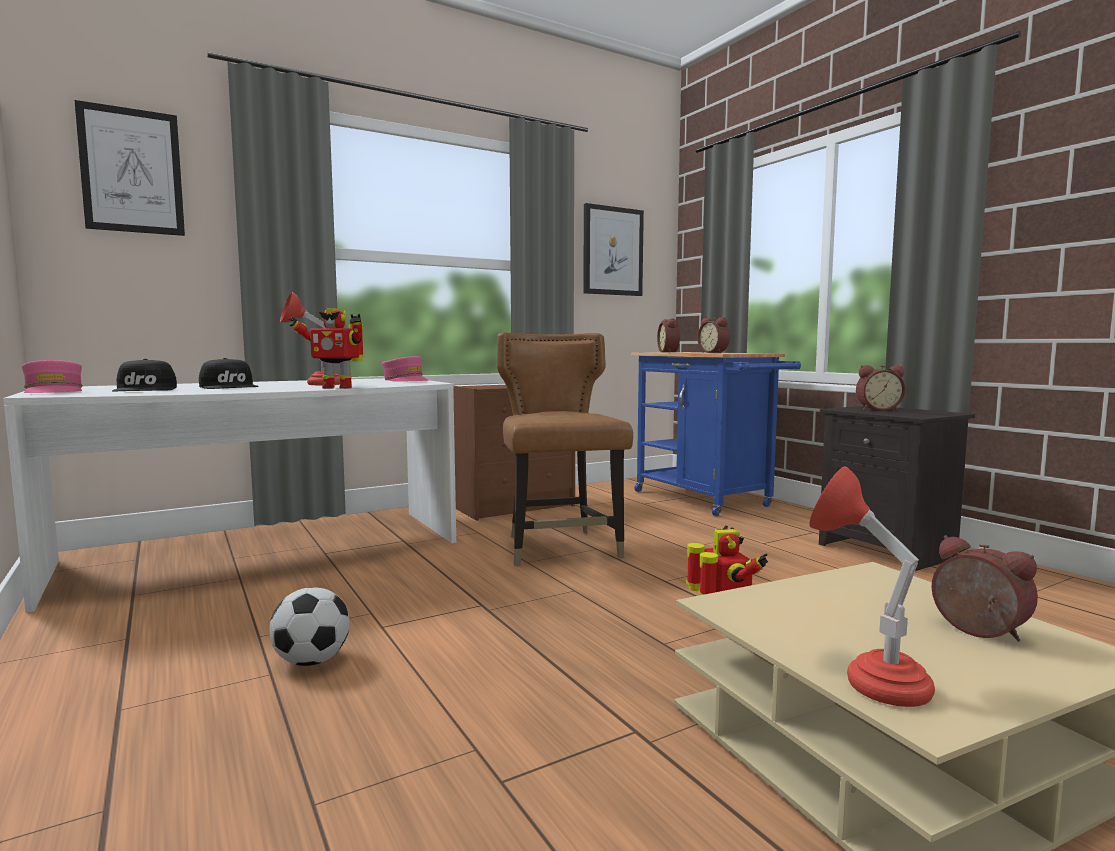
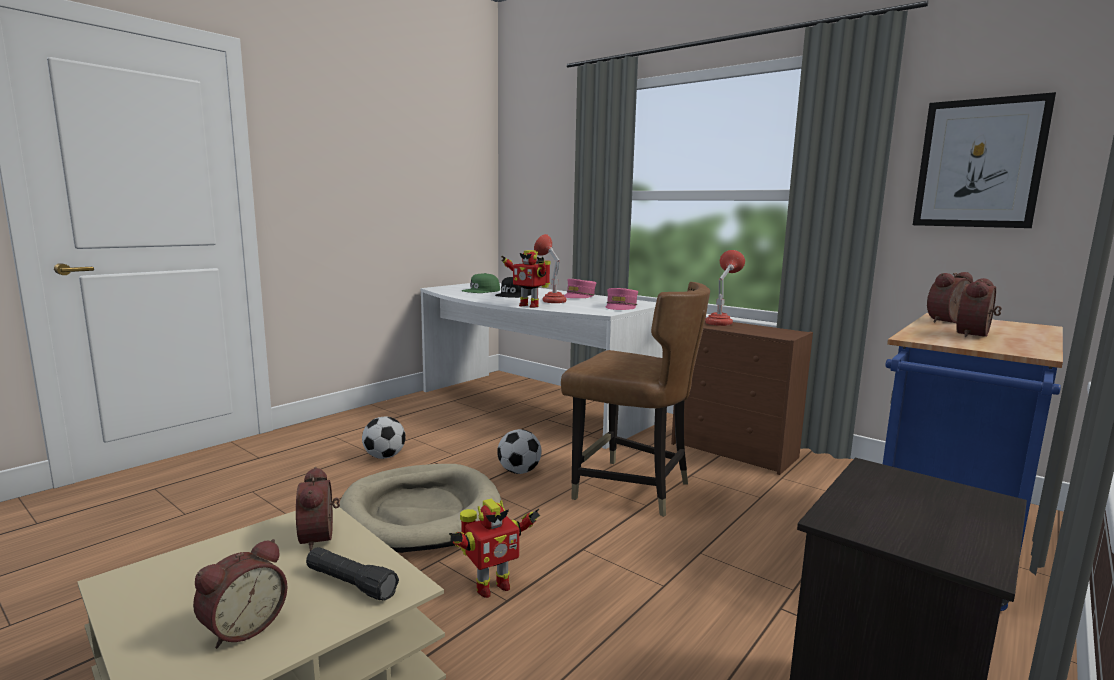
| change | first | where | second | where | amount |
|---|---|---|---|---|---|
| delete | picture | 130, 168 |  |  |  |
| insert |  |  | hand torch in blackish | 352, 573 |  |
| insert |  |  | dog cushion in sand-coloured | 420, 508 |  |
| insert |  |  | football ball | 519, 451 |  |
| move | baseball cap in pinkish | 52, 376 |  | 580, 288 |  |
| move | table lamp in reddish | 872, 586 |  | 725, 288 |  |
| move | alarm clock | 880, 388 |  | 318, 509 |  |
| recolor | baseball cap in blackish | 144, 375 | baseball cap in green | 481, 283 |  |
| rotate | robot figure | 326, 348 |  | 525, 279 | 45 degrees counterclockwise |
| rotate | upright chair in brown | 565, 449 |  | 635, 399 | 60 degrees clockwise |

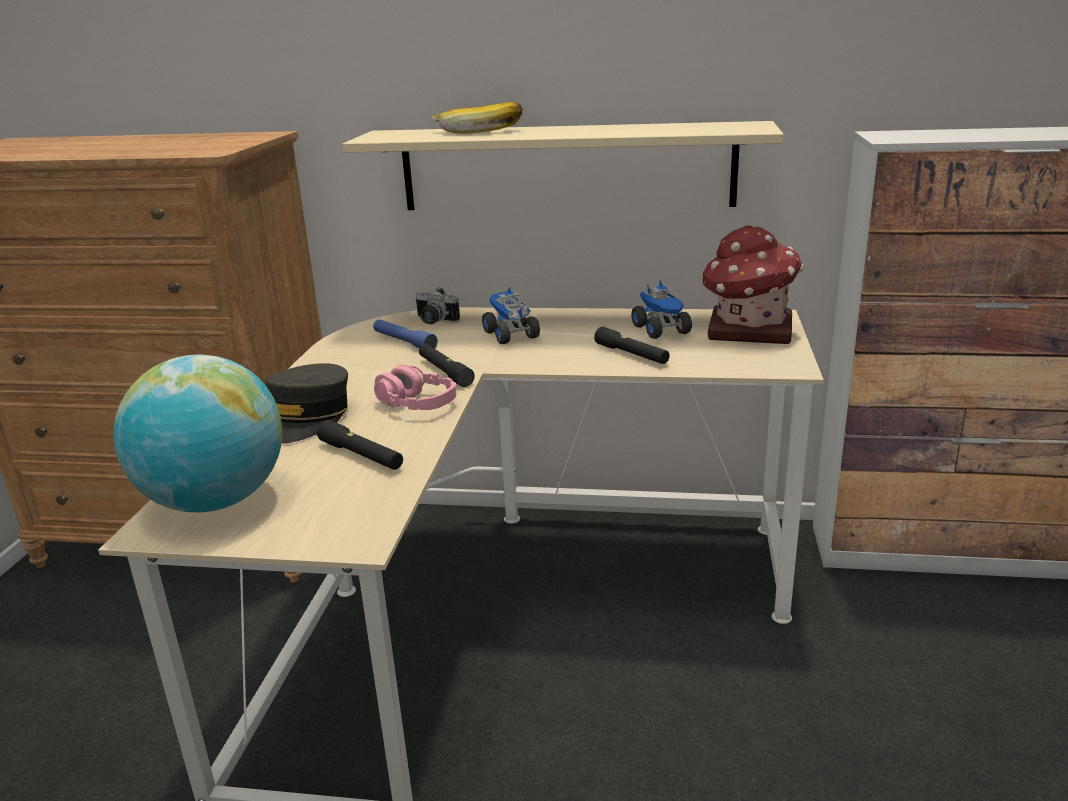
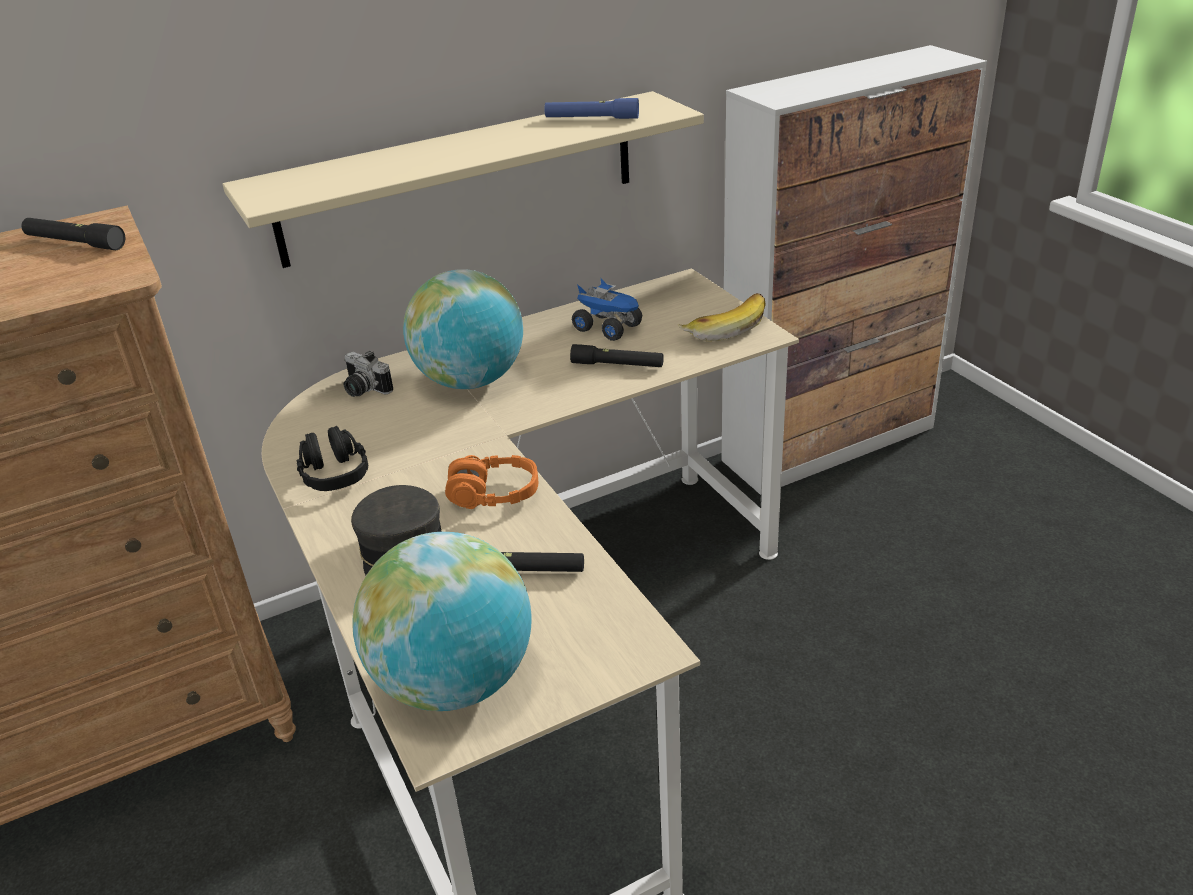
| change | first | where | second | where | amount |
|---|---|---|---|---|---|
| delete | miniature house | 751, 284 |  |  |  |
| insert |  |  | headset in blackish | 332, 458 |  |
| move | hand torch in bluish | 405, 334 |  | 591, 108 |  |
| move | hand torch in blackish | 446, 365 |  | 73, 234 |  |
| move | banana fruit | 477, 118 |  | 721, 317 |  |
| replace | model truck | 511, 315 | globe | 463, 329 |  |
| recolor | headset in pinkish | 415, 387 | headset in orange | 492, 482 |  |
| rotate | photo camera | 437, 305 |  | 368, 374 | 45 degrees clockwise |

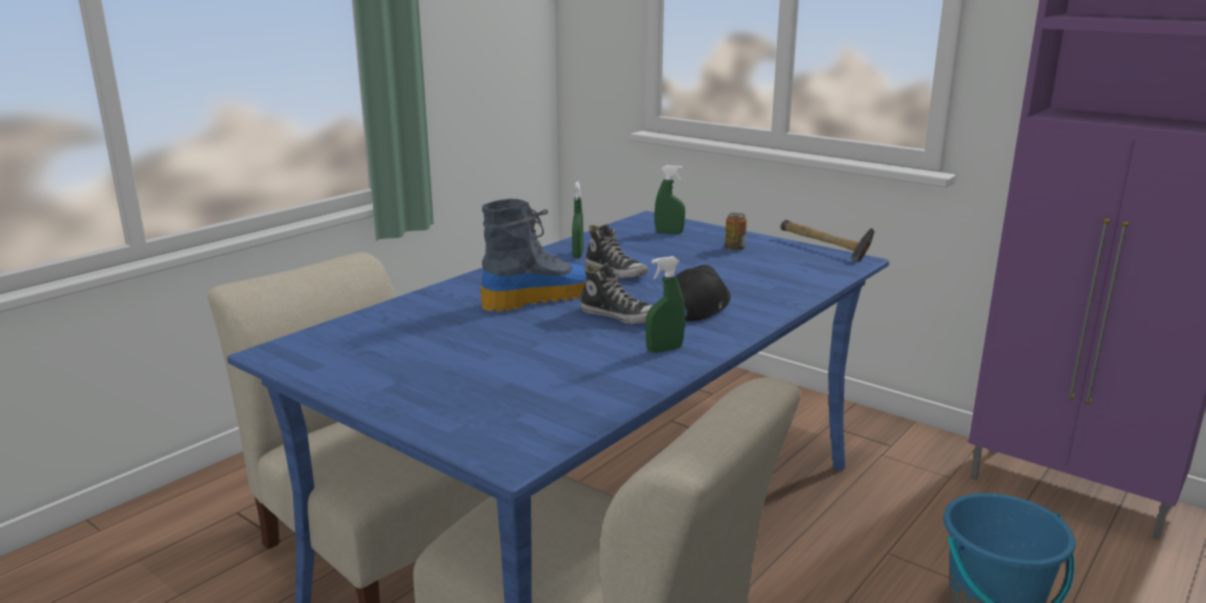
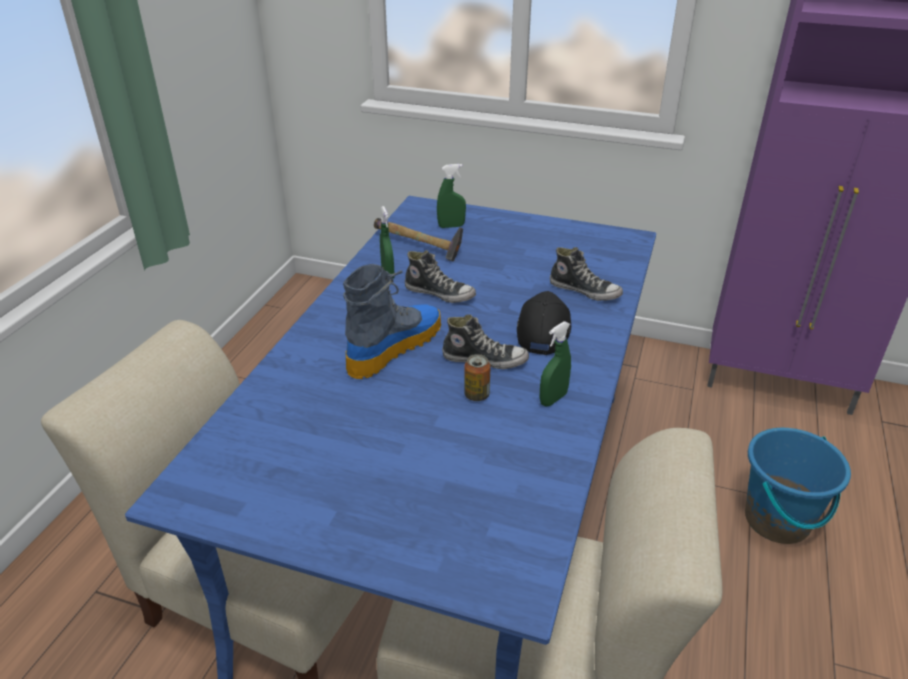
| change | first | where | second | where | amount |
|---|---|---|---|---|---|
| insert |  |  | low shoe | 586, 274 |  |
| move | metal can | 736, 232 |  | 477, 377 |  |
| move | hand hammer | 827, 241 |  | 418, 239 |  |

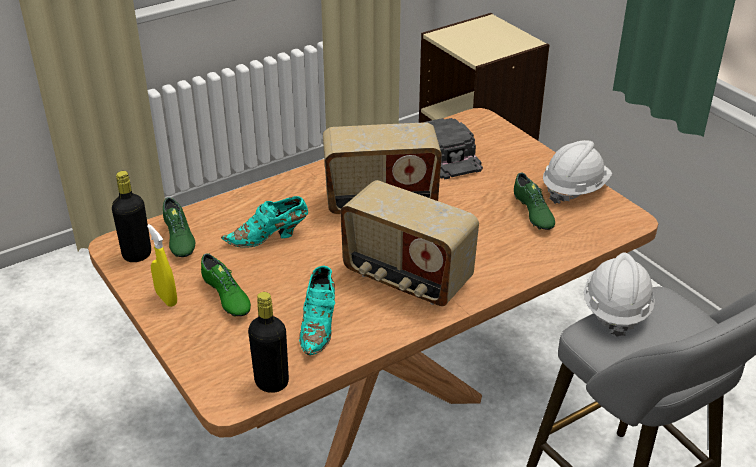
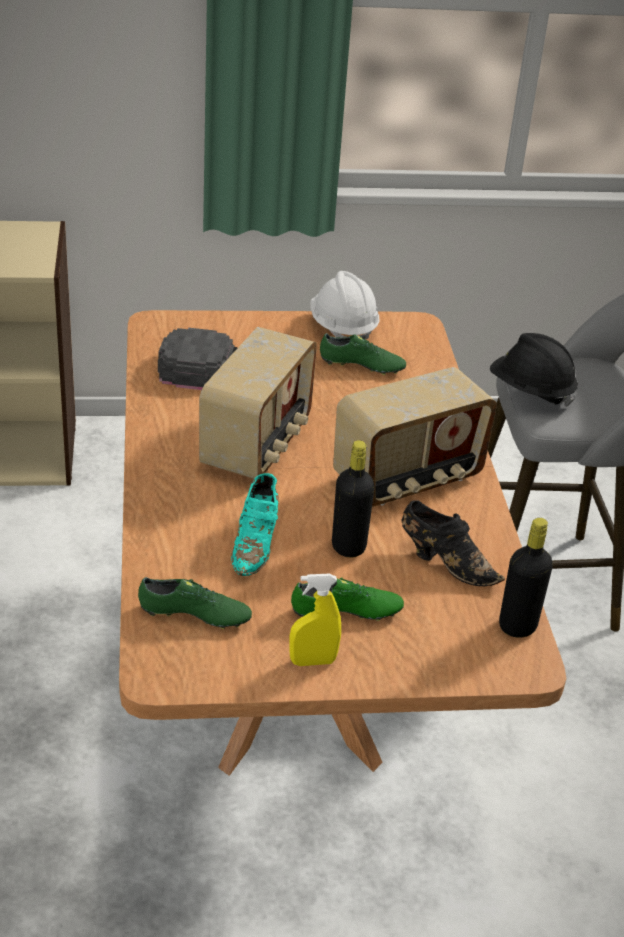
| change | first | where | second | where | amount |
|---|---|---|---|---|---|
| move | bottle in blackish | 131, 216 |  | 353, 498 |  |
| recolor | low shoe in blue-green | 317, 310 | low shoe in blackish | 453, 543 |  |
| recolor | work helmet in white-coloured | 619, 294 | work helmet in blackish | 534, 370 |  |

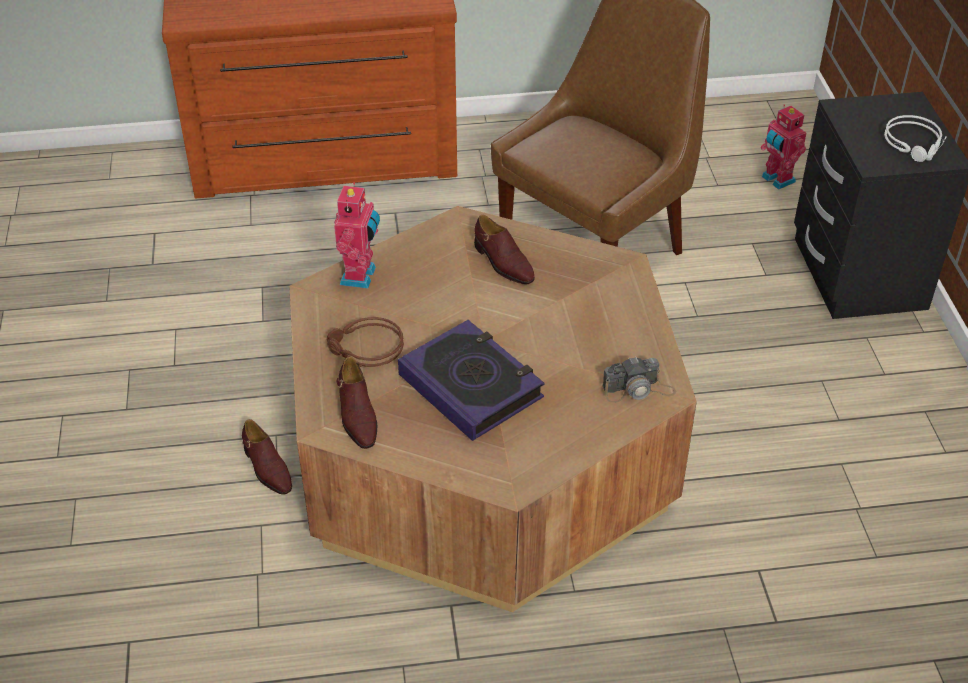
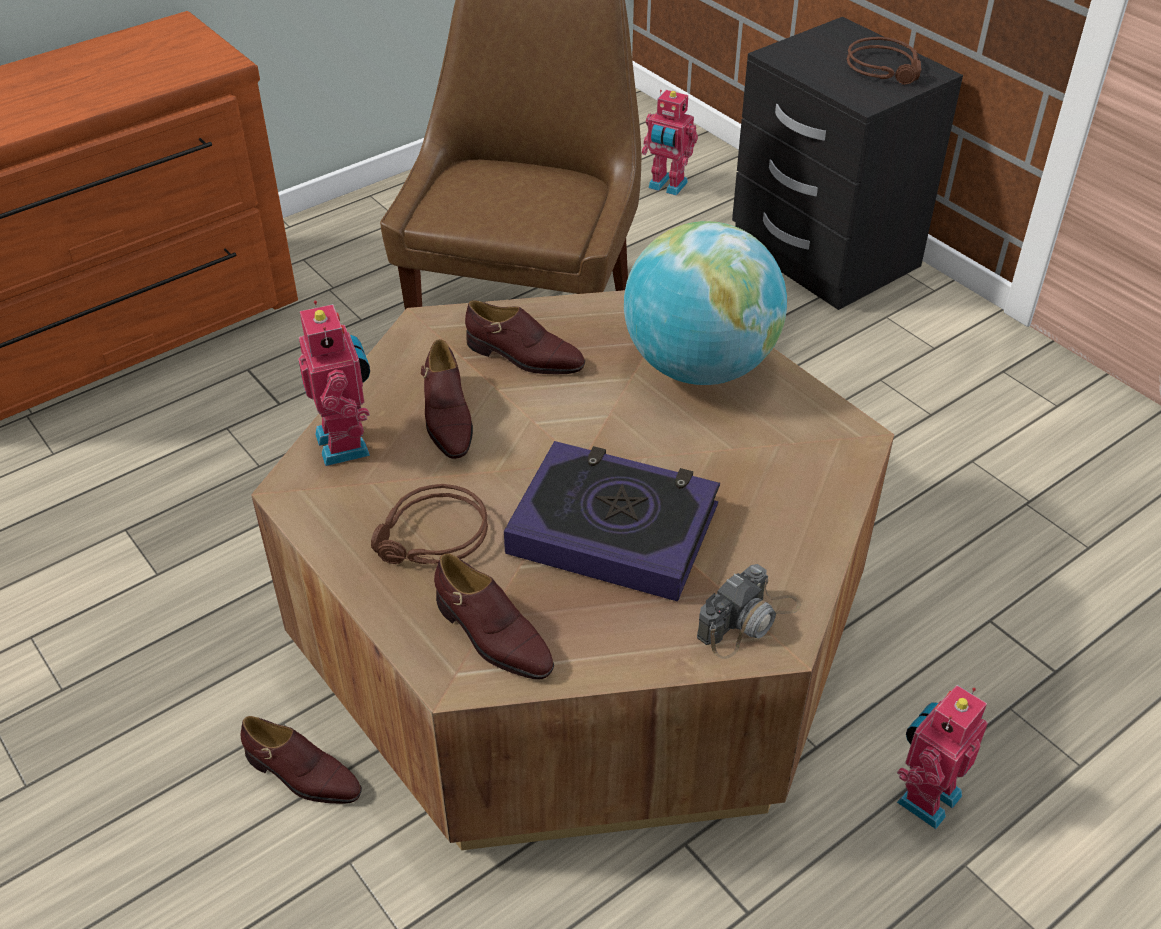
| change | first | where | second | where | amount |
|---|---|---|---|---|---|
| insert |  |  | low shoe in brown | 447, 399 |  |
| insert |  |  | globe | 705, 303 |  |
| insert |  |  | robot figure | 942, 757 |  |
| move | photo camera | 639, 379 |  | 749, 611 |  |
| recolor | headset in white-coloured | 915, 138 | headset in brown | 884, 61 |  |

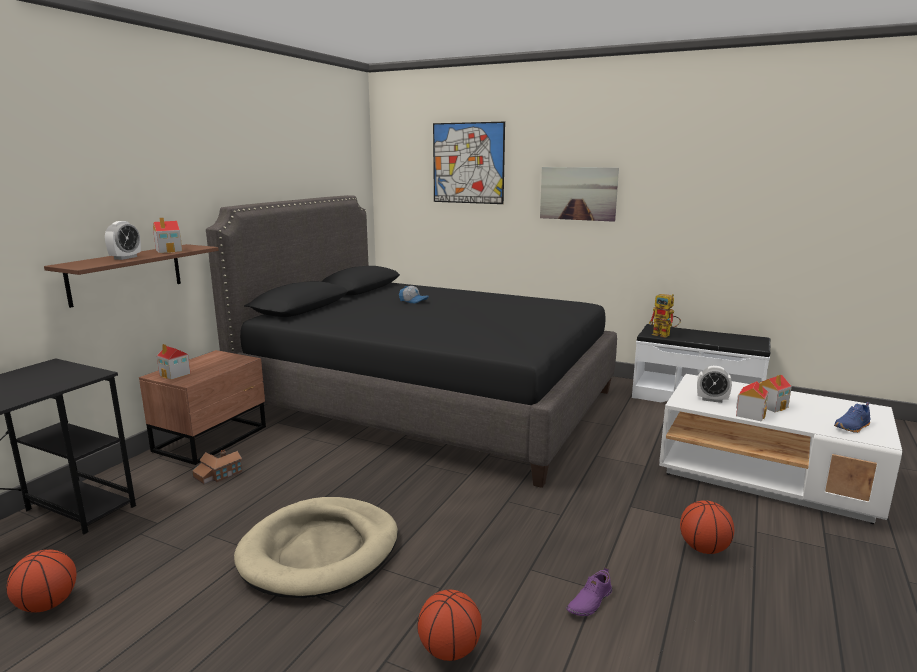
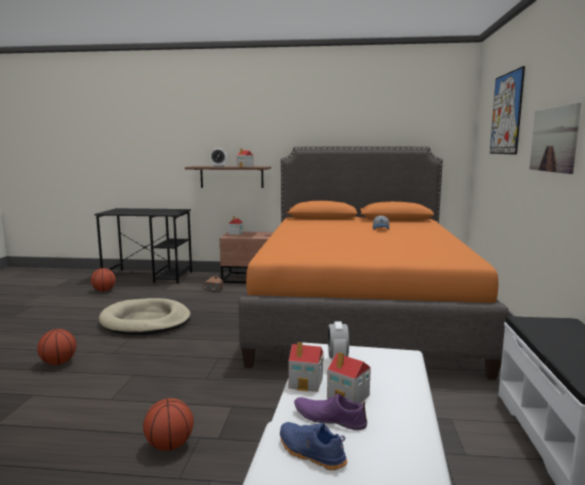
| change | first | where | second | where | amount |
|---|---|---|---|---|---|
| delete | robot figure | 665, 316 |  |  |  |
| move | low shoe in purple-coloured | 589, 591 |  | 330, 412 |  |
| recolor | sleeping bed in blackish | 411, 341 | sleeping bed in orange | 373, 263 |  |

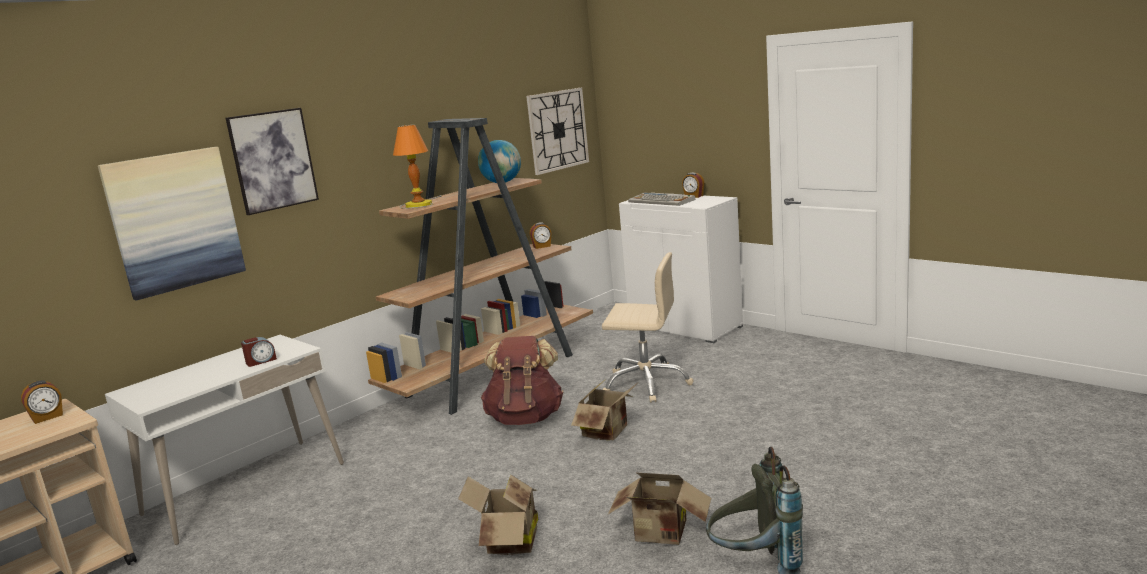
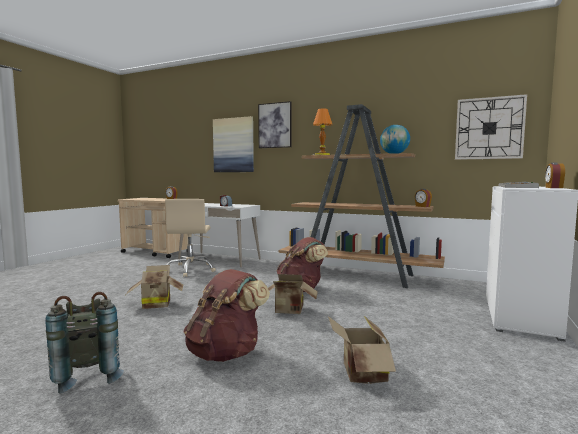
| change | first | where | second | where | amount |
|---|---|---|---|---|---|
| insert |  |  | backpack in brown | 226, 315 |  |
| move | computer chair in sand-coloured | 648, 327 |  | 190, 238 |  |
| move | packing box | 659, 509 |  | 362, 350 |  |

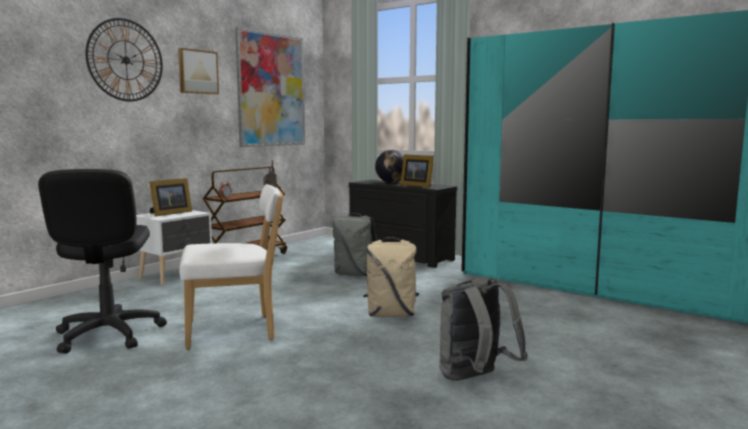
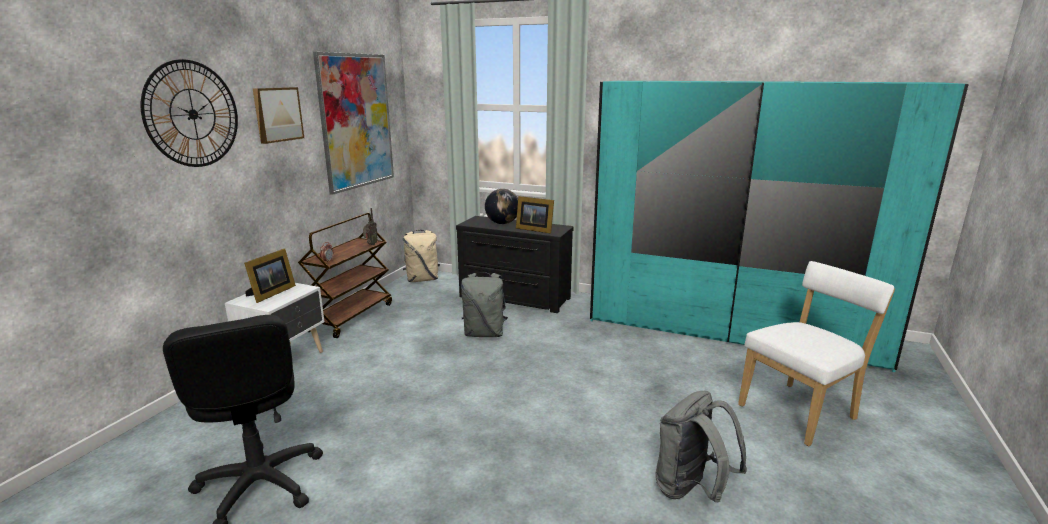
| change | first | where | second | where | amount |
|---|---|---|---|---|---|
| move | upright chair in white-coloured | 231, 266 |  | 816, 353 |  |
| move | backpack in sand-coloured | 391, 277 |  | 421, 256 |  |

